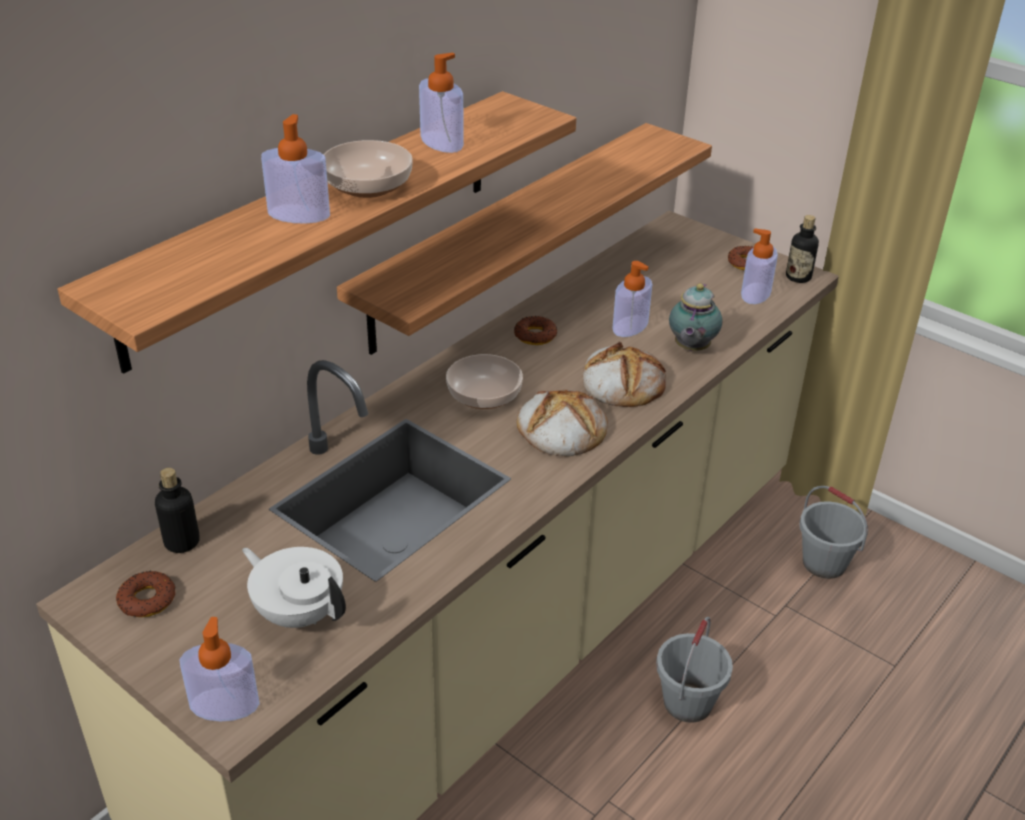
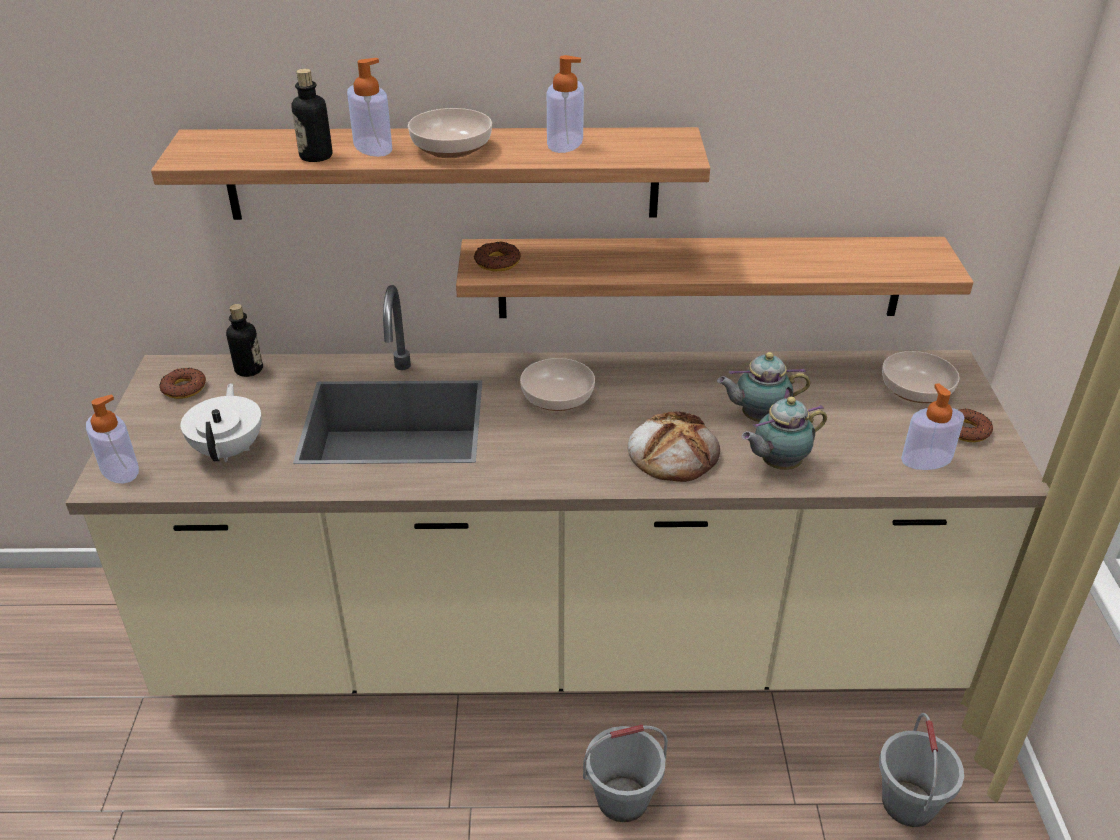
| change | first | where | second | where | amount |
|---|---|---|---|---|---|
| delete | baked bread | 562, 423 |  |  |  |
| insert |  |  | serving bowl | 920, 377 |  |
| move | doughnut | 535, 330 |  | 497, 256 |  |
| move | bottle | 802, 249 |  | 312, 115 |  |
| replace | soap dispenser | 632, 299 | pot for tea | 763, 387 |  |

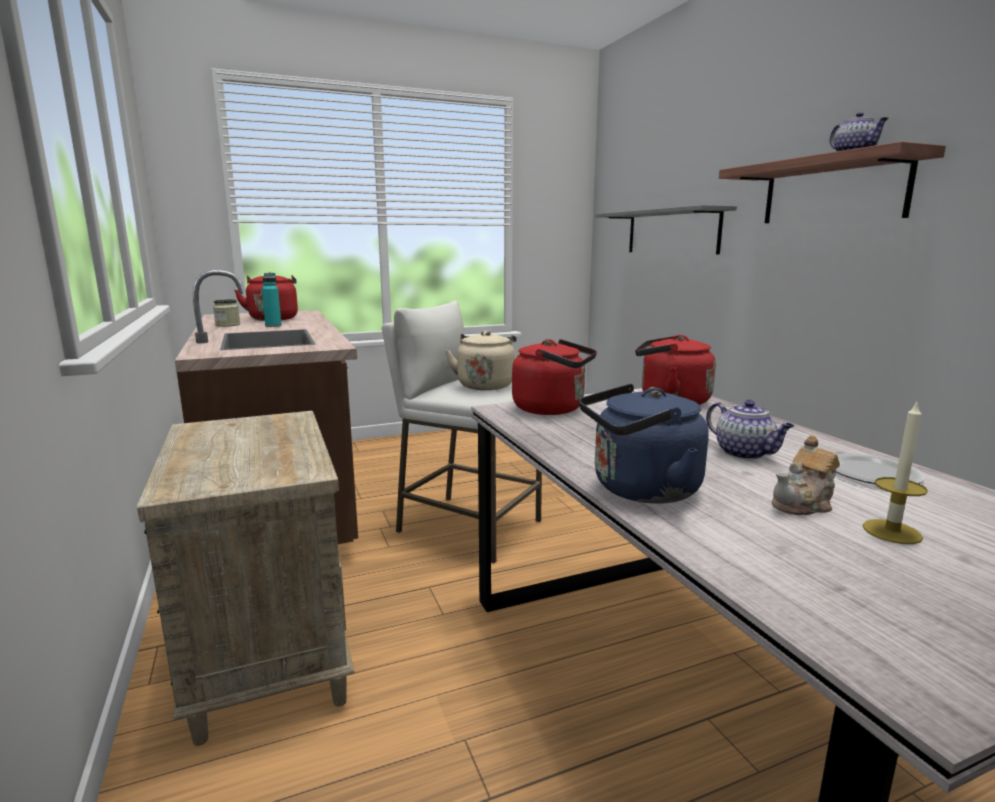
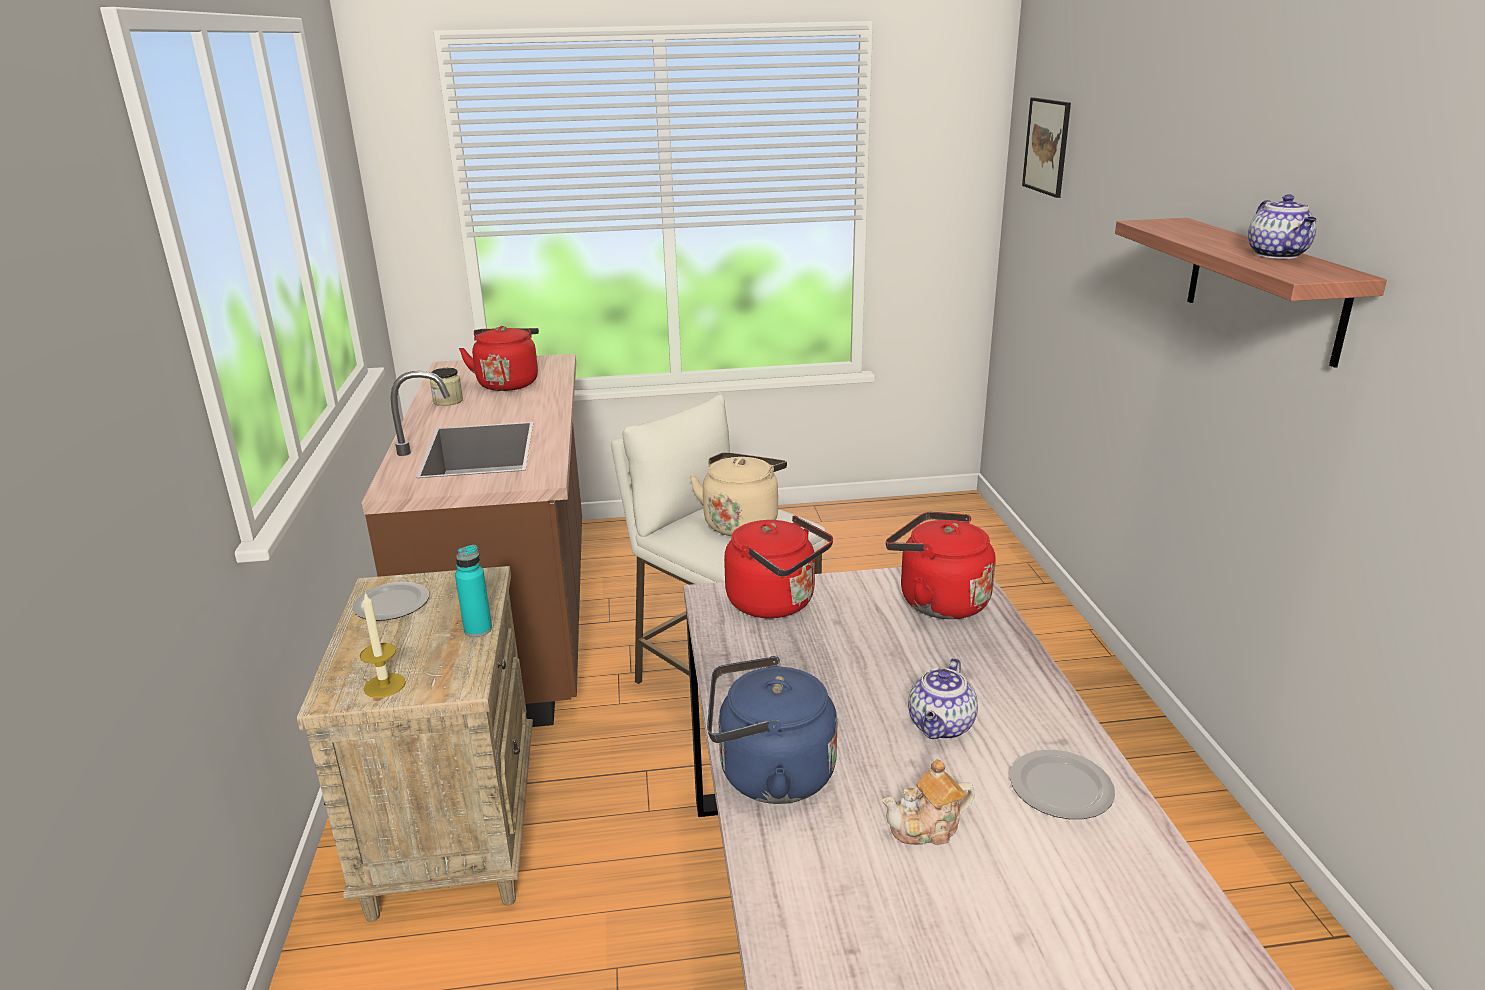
| change | first | where | second | where | amount |
|---|---|---|---|---|---|
| delete | bracket shelf in grey | 666, 230 |  |  |  |
| insert |  |  | plate | 390, 601 |  |
| insert |  |  | picture | 1046, 148 |  |
| move | bottle in blue-green | 272, 300 |  | 473, 591 |  |
| move | wax candle | 895, 472 |  | 383, 645 |  |
| rotate | pot for tea | 750, 430 |  | 943, 698 | 45 degrees clockwise |

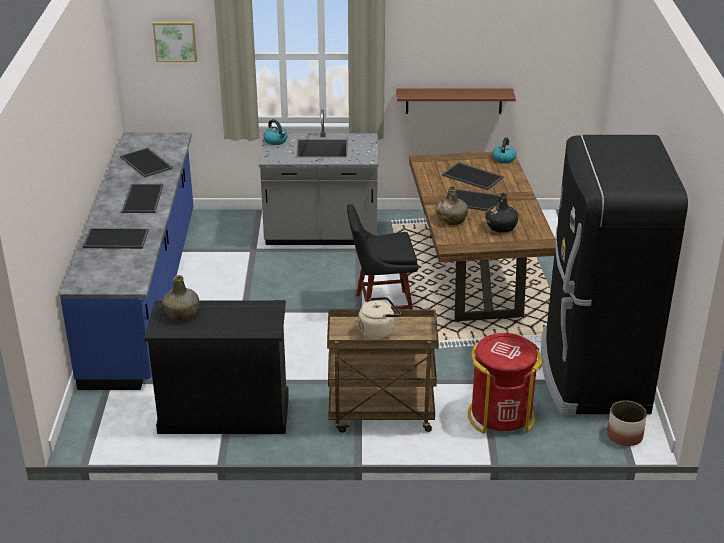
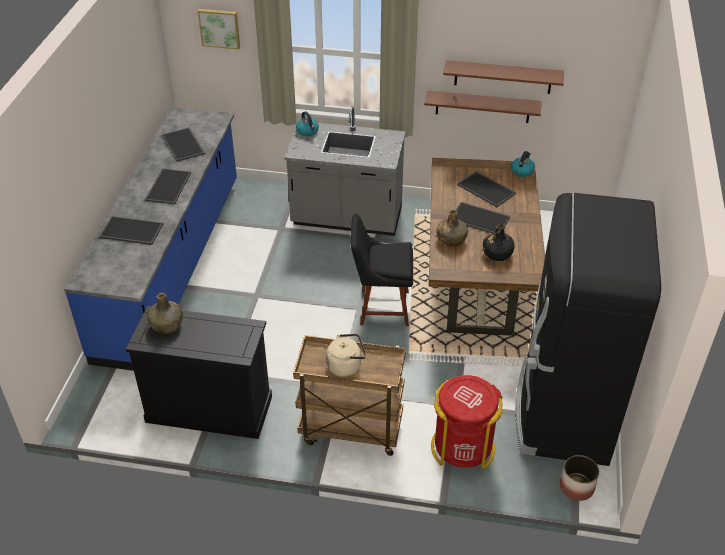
| change | first | where | second | where | amount |
|---|---|---|---|---|---|
| insert |  |  | bracket shelf in brown | 503, 77 |  |

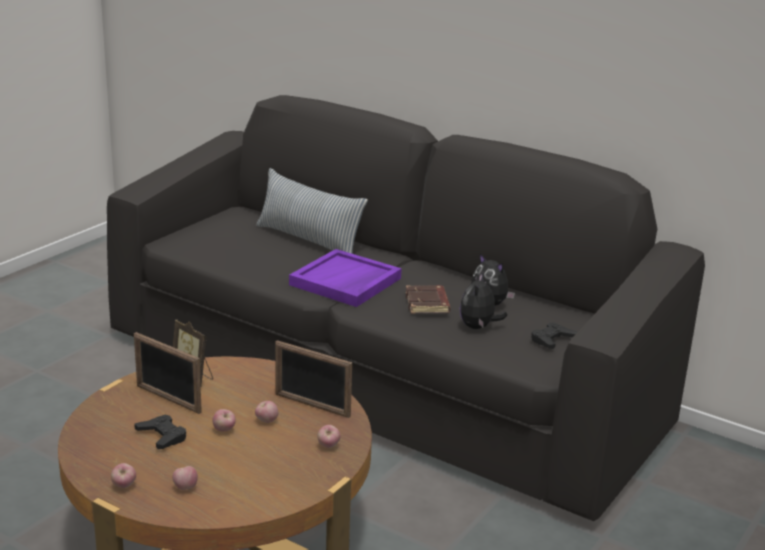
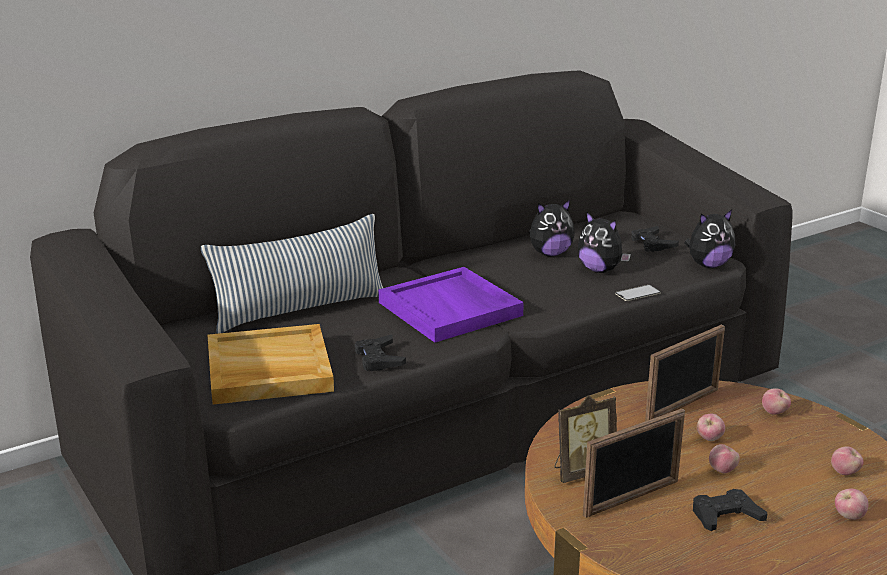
| change | first | where | second | where | amount |
|---|---|---|---|---|---|
| delete | book in brown | 428, 299 |  |  |  |
| insert |  |  | serving tray in sand-coloured | 271, 364 |  |
| insert |  |  | gamepad in blackish | 380, 353 |  |
| insert |  |  | telephone | 638, 293 |  |
| insert |  |  | cuddly toy | 710, 239 |  |
| move | apple | 123, 475 |  | 847, 460 |  |

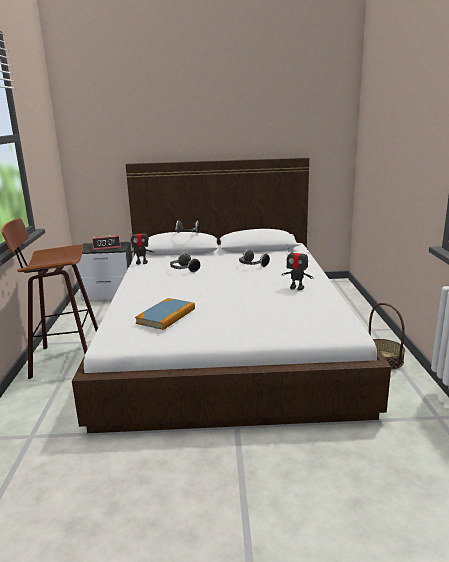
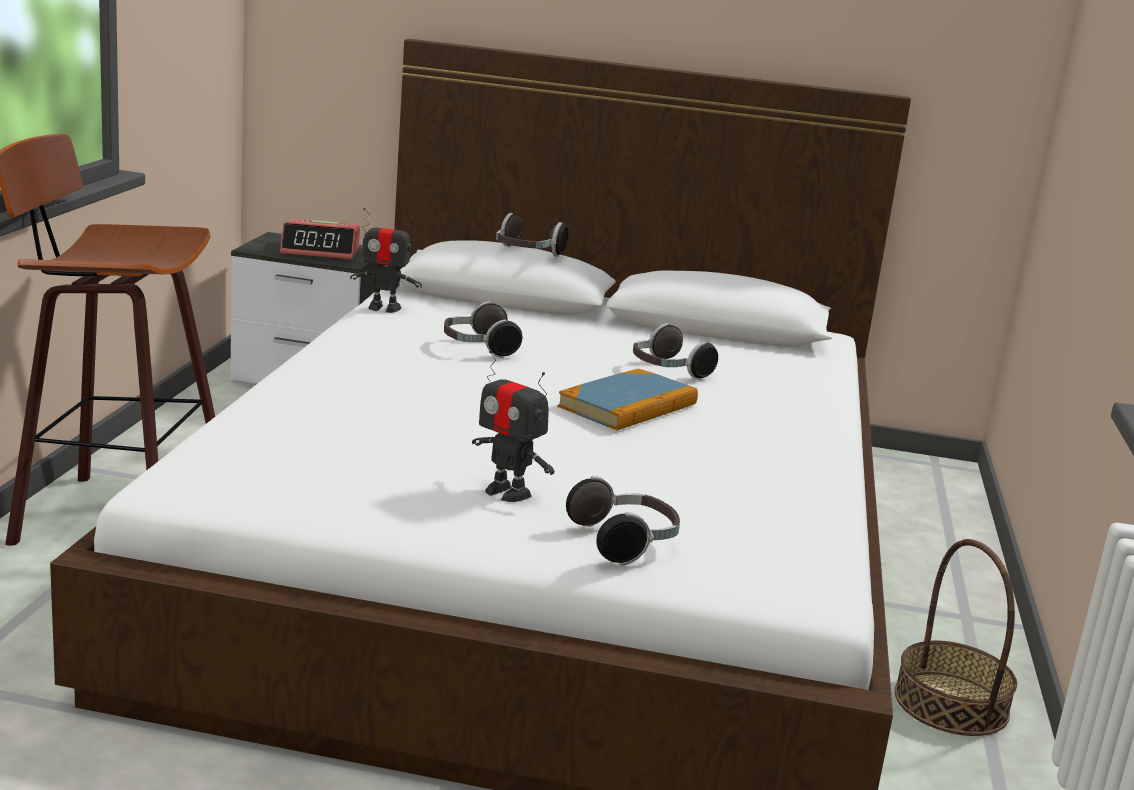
| change | first | where | second | where | amount |
|---|---|---|---|---|---|
| insert |  |  | headset | 623, 521 |  |
| move | book | 165, 314 |  | 628, 400 |  |
| move | robot figure | 297, 267 |  | 513, 426 |  |

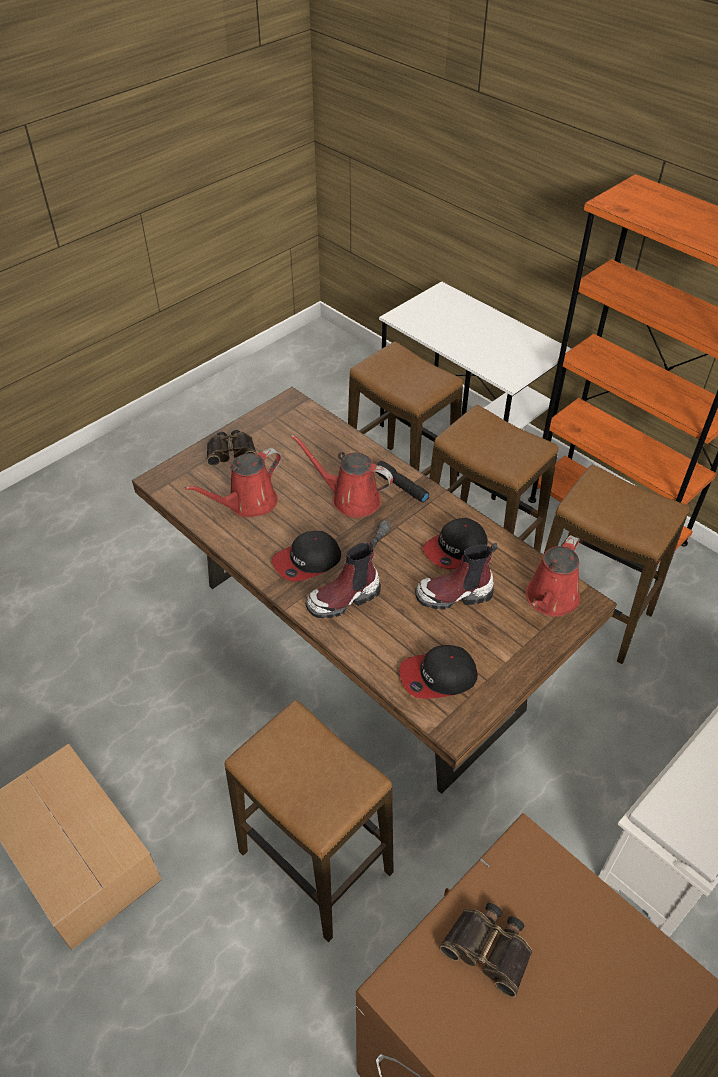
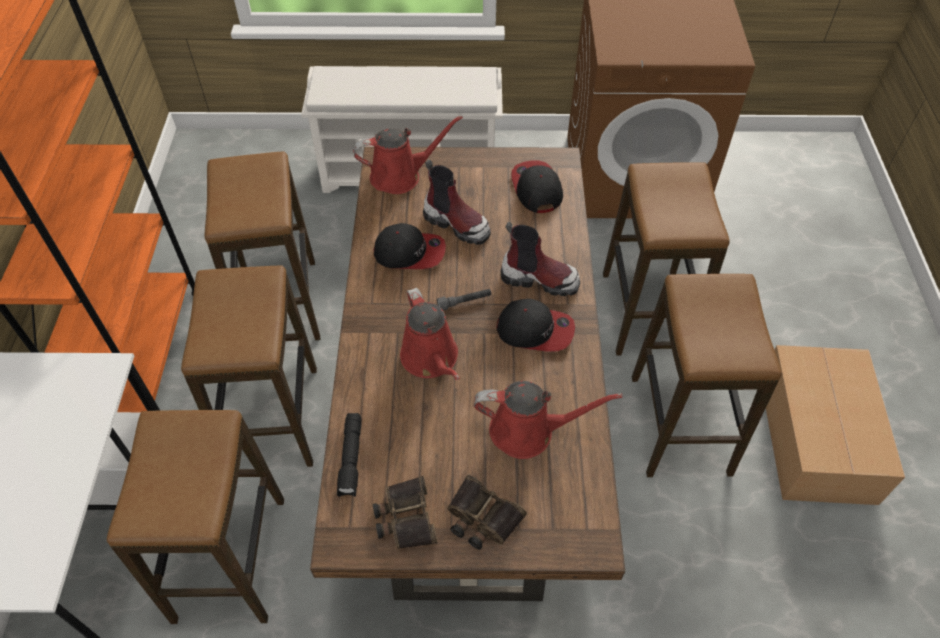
| change | first | where | second | where | amount |
|---|---|---|---|---|---|
| insert |  |  | sitting stool | 707, 375 |  |
| move | hand torch in blackish | 402, 482 |  | 349, 455 |  |
| move | binoculars | 486, 950 |  | 405, 512 |  |
| rotate | baseball cap | 438, 672 |  | 537, 187 | 135 degrees counterclockwise |

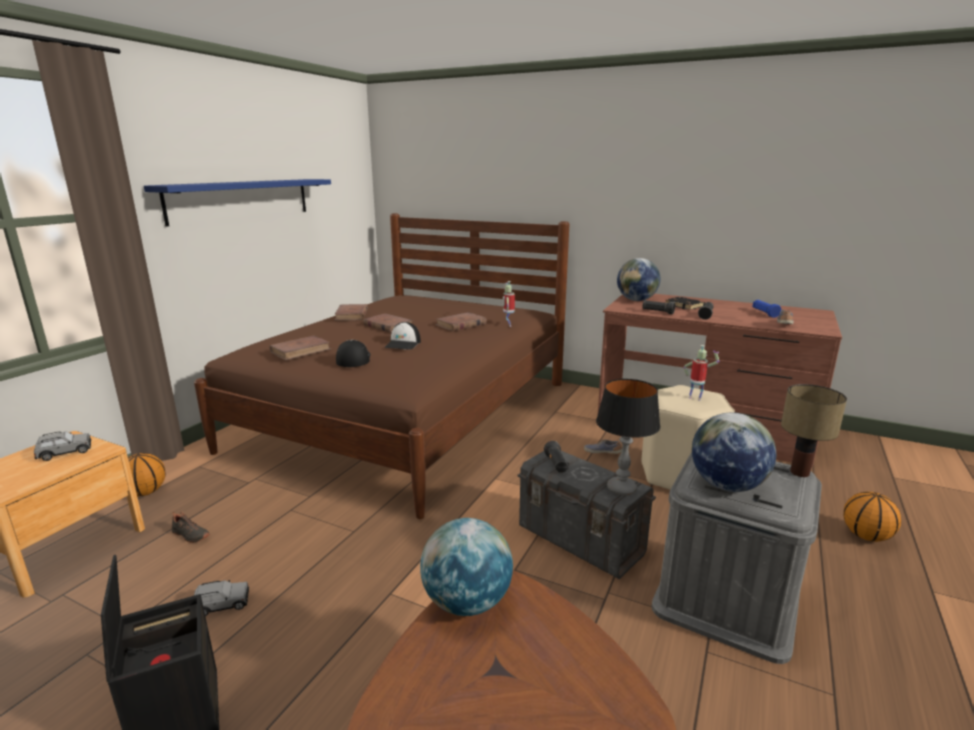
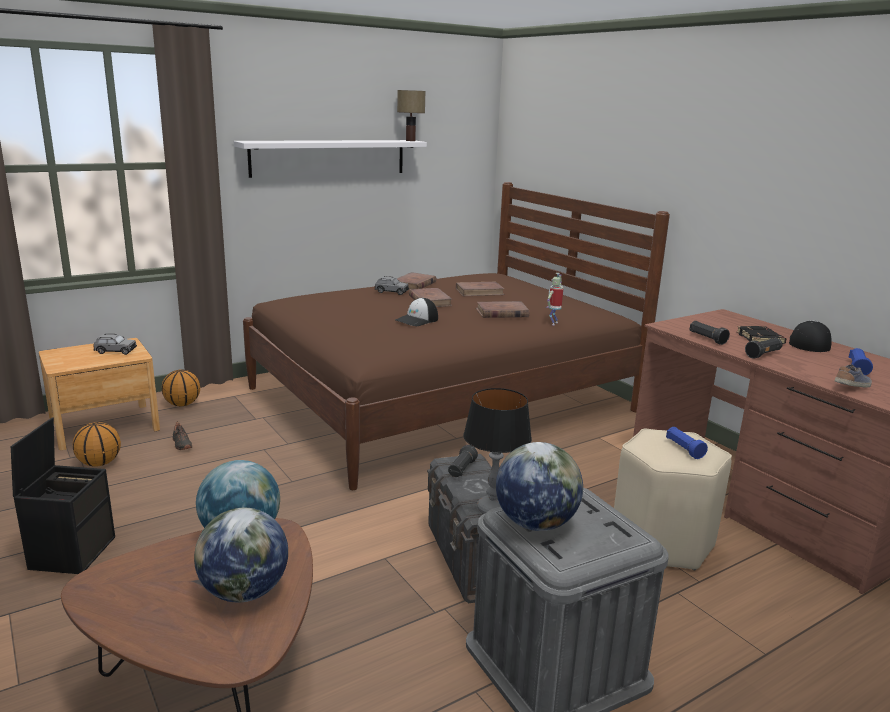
| change | first | where | second | where | amount |
|---|---|---|---|---|---|
| delete | low shoe | 603, 447 |  |  |  |
| move | model car in grey | 221, 598 |  | 391, 285 |  |
| move | book in brown | 300, 348 |  | 480, 289 |  |
| move | baseball cap | 353, 353 |  | 810, 336 |  |
| move | globe | 639, 279 |  | 241, 555 |  |
| move | table lamp | 814, 430 |  | 411, 115 |  |
| move | basketball ball | 872, 517 |  | 97, 444 |  |
| replace | robot figure | 701, 373 | hand torch in bluish | 687, 443 |  |
| recolor | bracket shelf in bluish | 237, 203 | bracket shelf in white-coloured | 330, 159 |  |

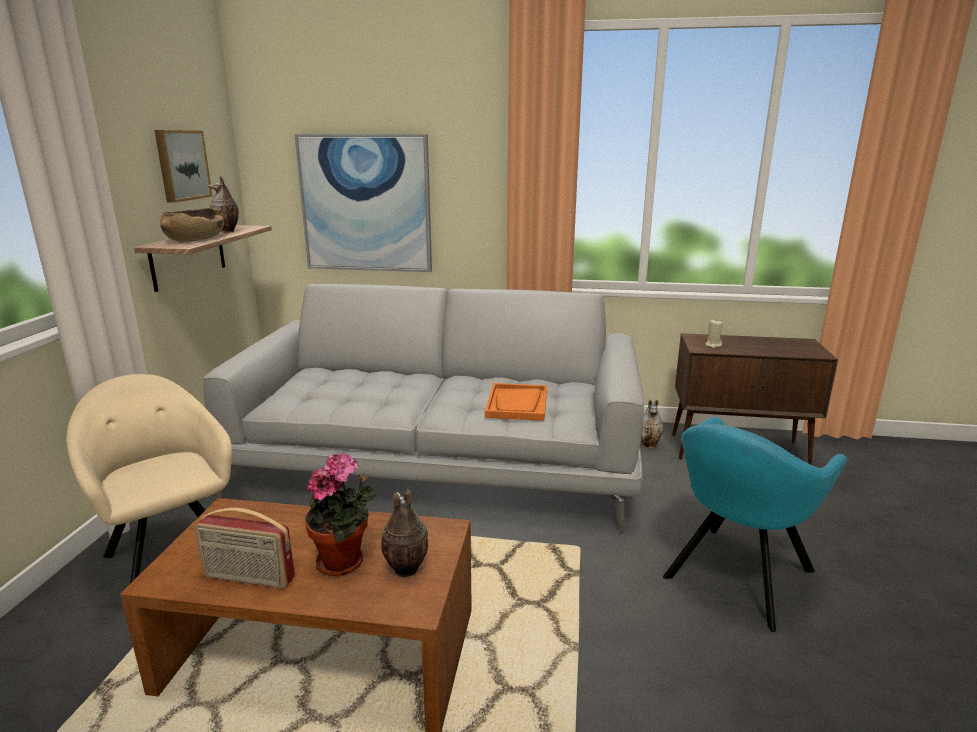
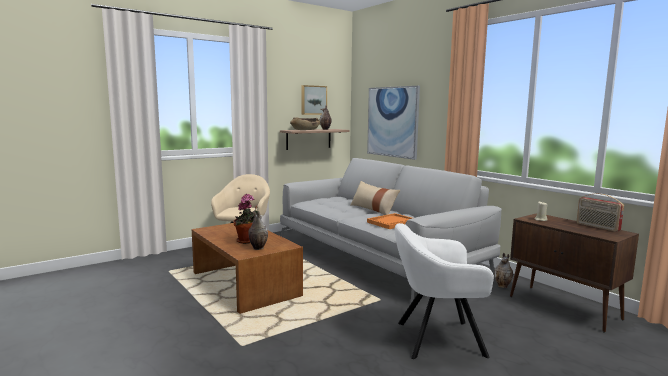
| change | first | where | second | where | amount |
|---|---|---|---|---|---|
| insert |  |  | throw pillow in sand-coloured | 375, 198 |  |
| move | radio | 244, 548 |  | 600, 212 |  |
| recolor | armchair in blue-green | 755, 524 | armchair in white-coloured | 444, 291 |  |

